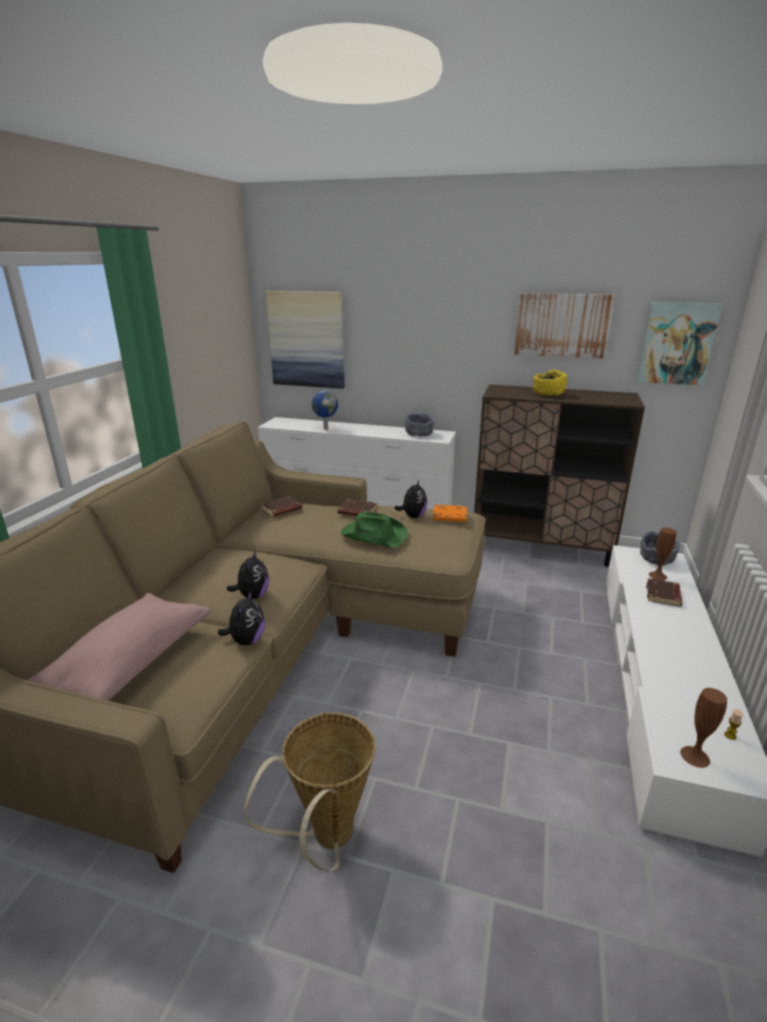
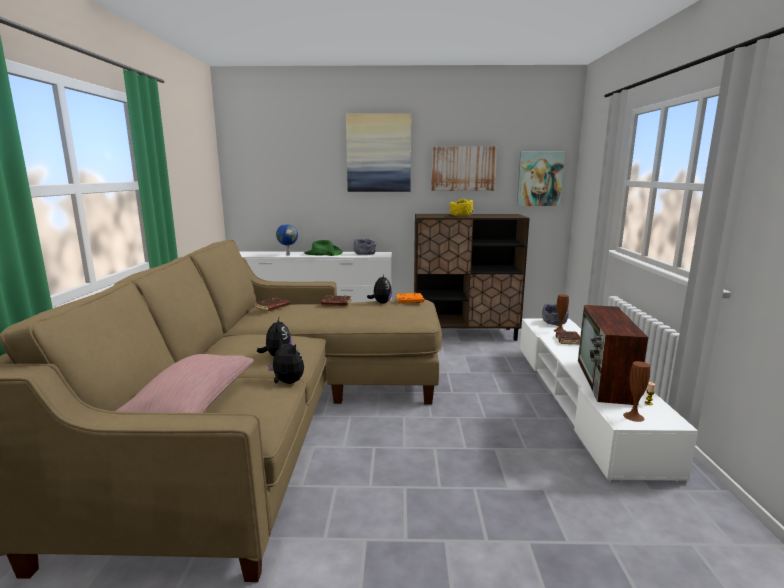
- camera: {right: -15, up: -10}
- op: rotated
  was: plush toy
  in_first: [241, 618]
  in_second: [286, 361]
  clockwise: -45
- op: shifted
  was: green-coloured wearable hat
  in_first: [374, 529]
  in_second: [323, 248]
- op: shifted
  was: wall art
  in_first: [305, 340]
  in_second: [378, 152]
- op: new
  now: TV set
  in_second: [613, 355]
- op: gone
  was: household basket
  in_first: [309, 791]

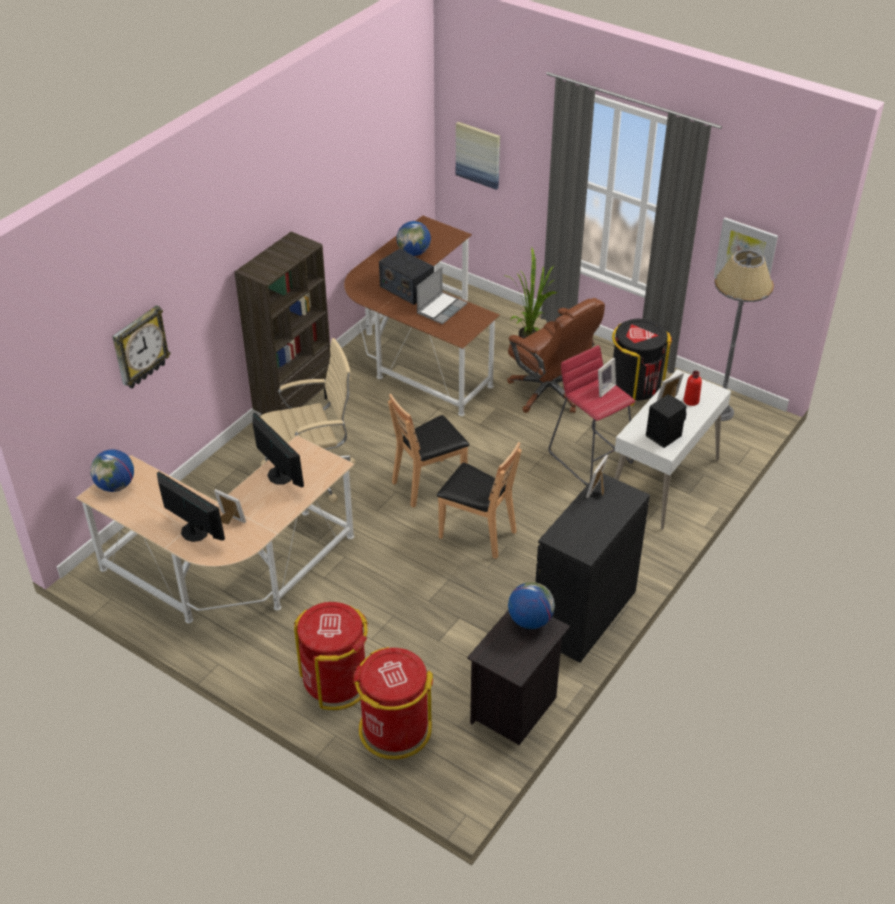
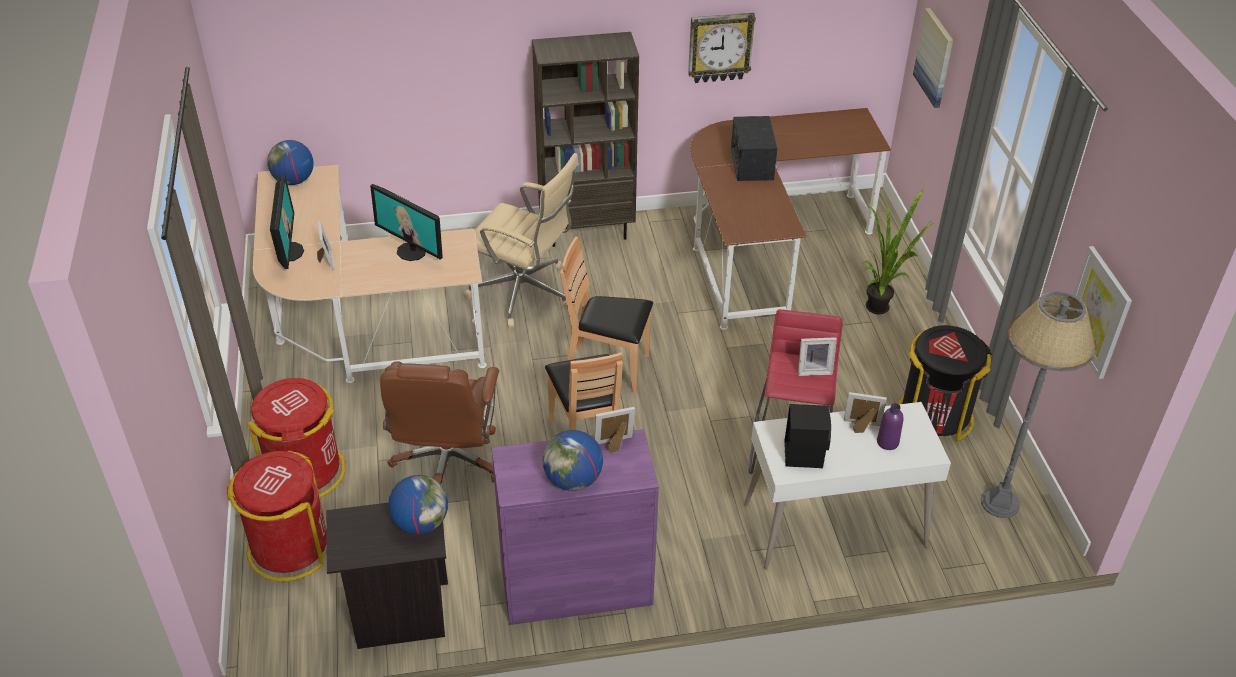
- camera: {right: 45, up: 0}
- op: rotated
  was: computer display
  in_first: [278, 450]
  in_second: [406, 222]
  clockwise: 120
- op: shifted
  was: brown desk chair
  in_first: [556, 355]
  in_second: [439, 422]
- op: repainted
  was: black-coloured cabinet
  now: purple-coloured cabinet
  in_first: [592, 568]
  in_second: [575, 527]
- op: shifted
  was: globe
  in_first: [413, 238]
  in_second: [573, 460]
- op: shifted
  was: wall clock
  in_first: [141, 347]
  in_second: [722, 48]
- op: repainted
  was: red beverage bottle
  now: purple-coloured beverage bottle
  in_first: [692, 388]
  in_second: [890, 426]
- op: gone
  was: laptop
  in_first: [442, 295]

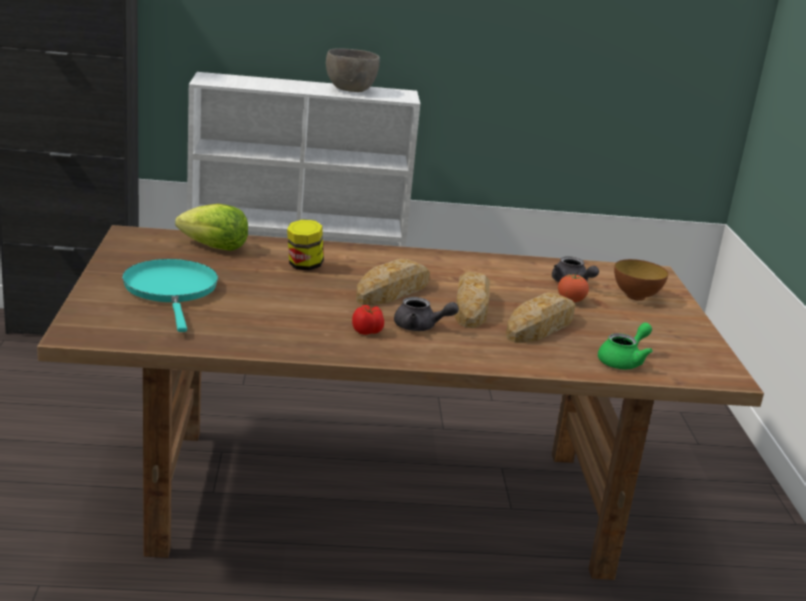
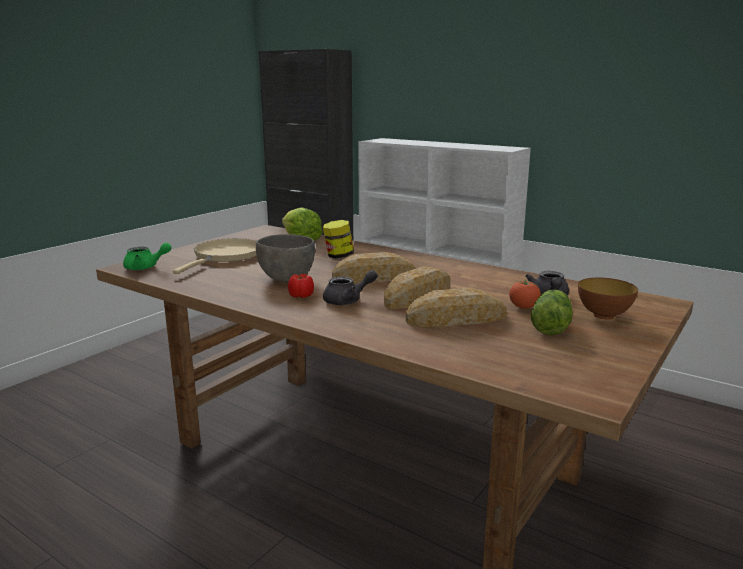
- camera: {right: 40, up: -5}
- op: shifted
  was: green-coloured tea pot
  in_first: [625, 346]
  in_second: [147, 256]
- op: repainted
  was: turquoise-coloured frying pan
  now: beige frying pan
  in_first: [170, 295]
  in_second: [215, 256]
- op: shifted
  was: greyish deep dish
  in_first: [353, 70]
  in_second: [285, 258]
- op: rotated
  was: greyish tea pot
  in_first: [426, 314]
  in_second: [350, 287]
  clockwise: -75
- op: new
  now: lettuce head
  in_second: [552, 312]

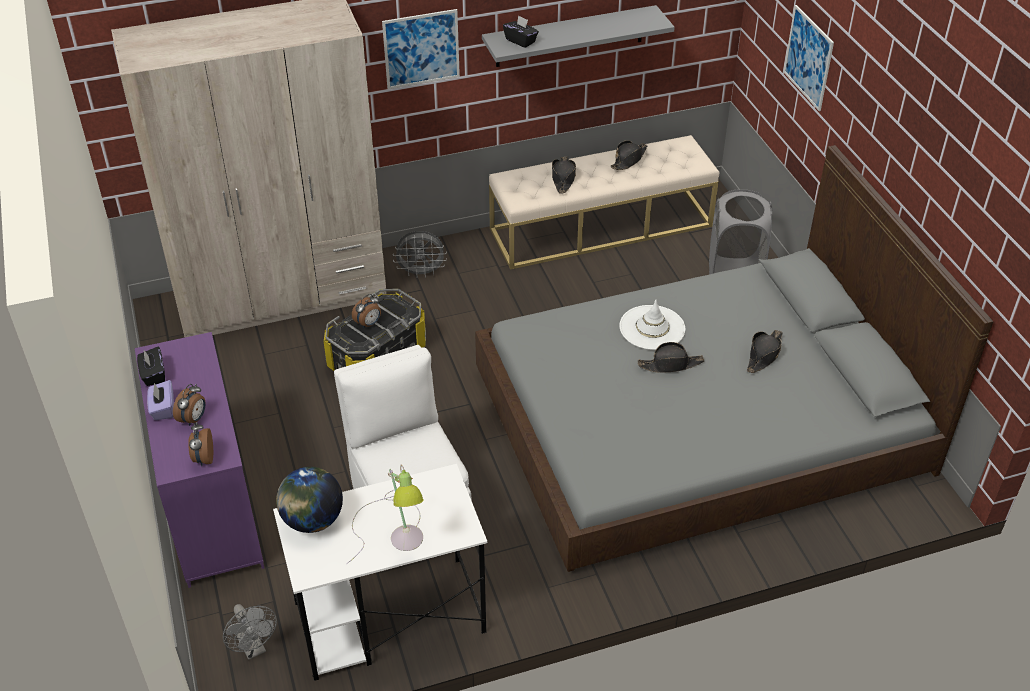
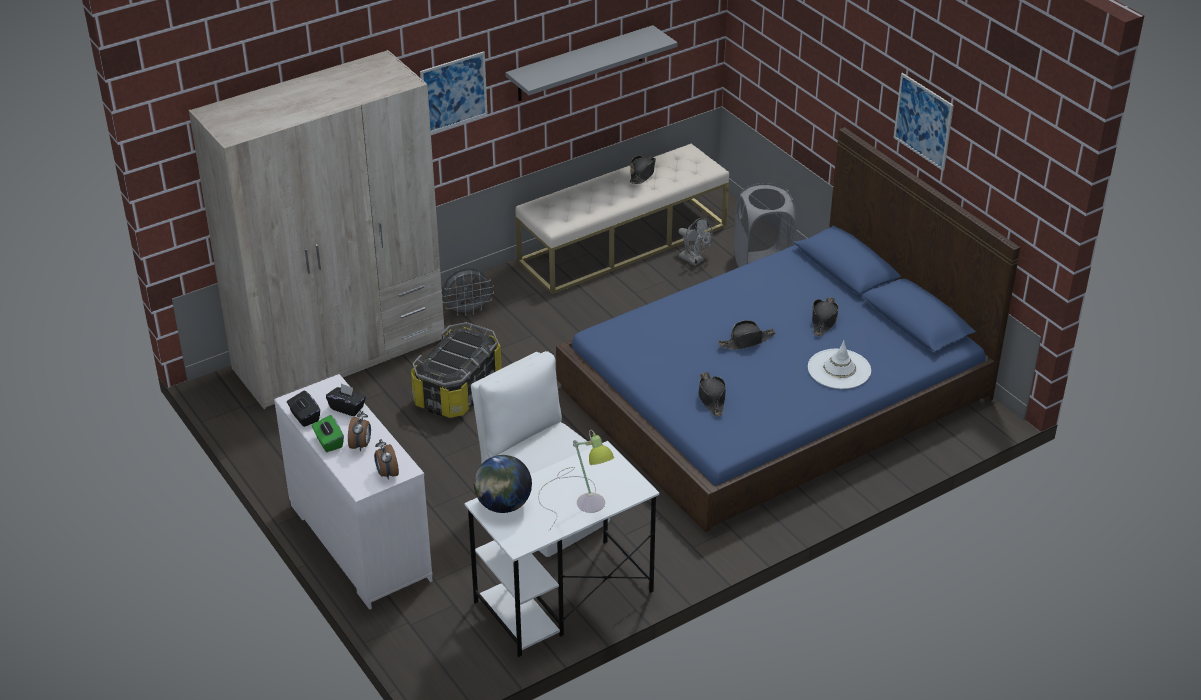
- camera: {right: -15, up: -5}
- op: repainted
  was: purple-coloured drawer chest
  now: white-coloured drawer chest
  in_first: [199, 460]
  in_second: [353, 492]
- op: repainted
  was: purple-coloured tissue holder
  now: green-coloured tissue holder
  in_first: [160, 400]
  in_second: [328, 433]
- op: shifted
  was: black-coloured tissue holder
  in_first: [521, 31]
  in_second: [346, 399]
- op: repainted
  was: greyish bedroom bed
  now: bluish bedroom bed
  in_first: [734, 358]
  in_second: [788, 329]
- op: shifted
  was: greyish cooling fan
  in_first: [250, 632]
  in_second: [695, 242]
- op: shifted
  was: black-coloured wearable hat
  in_first: [564, 175]
  in_second: [712, 394]
- op: shifted
  was: white-coloured wearable hat
  in_first: [652, 325]
  in_second: [839, 365]
- op: shifted
  was: wall art
  in_first: [808, 58]
  in_second: [923, 122]
- op: gone
  was: table clock
  in_first: [366, 311]

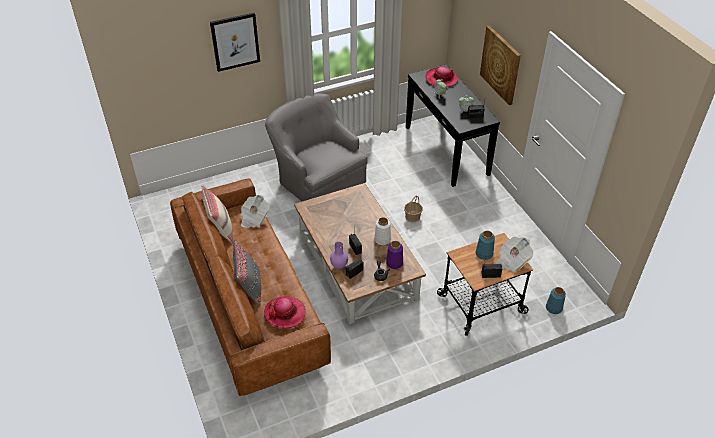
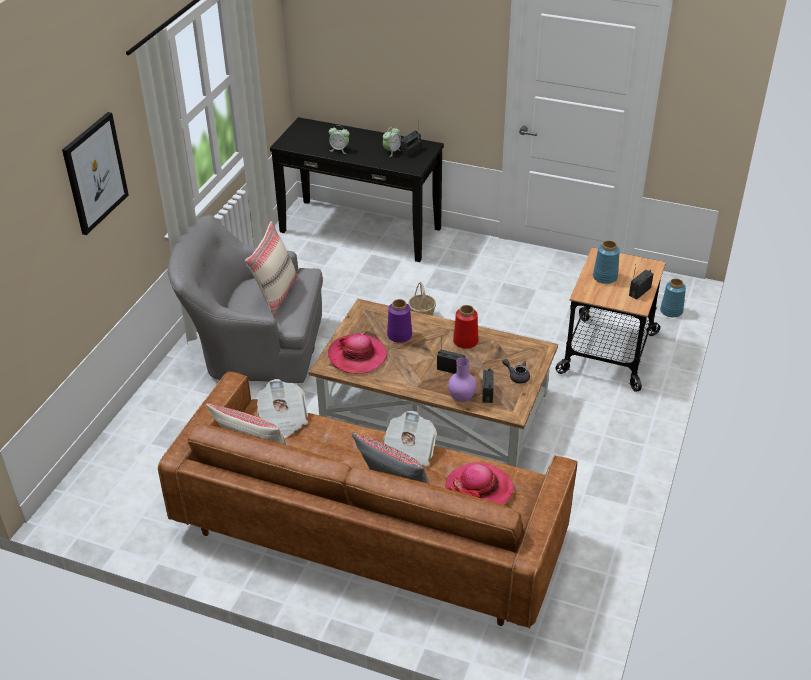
- camera: {right: -45, up: -5}
- op: new
  now: beige cushion
  in_second: [271, 268]
- op: shifted
  was: wearable hat
  in_first: [441, 77]
  in_second: [358, 353]
- op: shifted
  was: printed paper
  in_first: [514, 254]
  in_second: [410, 438]
- op: shifted
  was: purple-coloured decorative vase
  in_first: [394, 255]
  in_second: [399, 321]
- op: repainted
  was: white-coloured decorative vase
  now: red decorative vase
  in_first: [382, 231]
  in_second: [465, 327]
- op: gone
  was: wall art
  in_first: [500, 65]

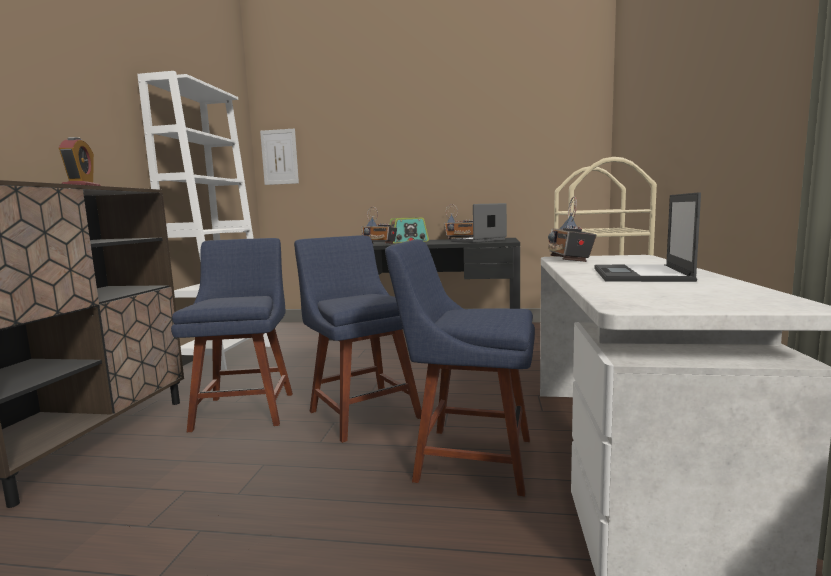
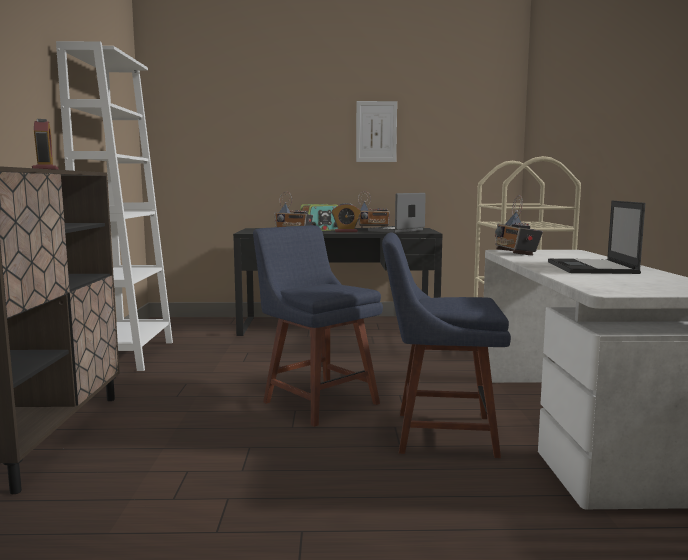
- camera: {right: -10, up: 0}
- op: new
  now: table clock
  in_second: [346, 217]
- op: shifted
  was: wall art
  in_first: [279, 156]
  in_second: [376, 131]
- op: gone
  was: bluish upright chair
  in_first: [232, 335]

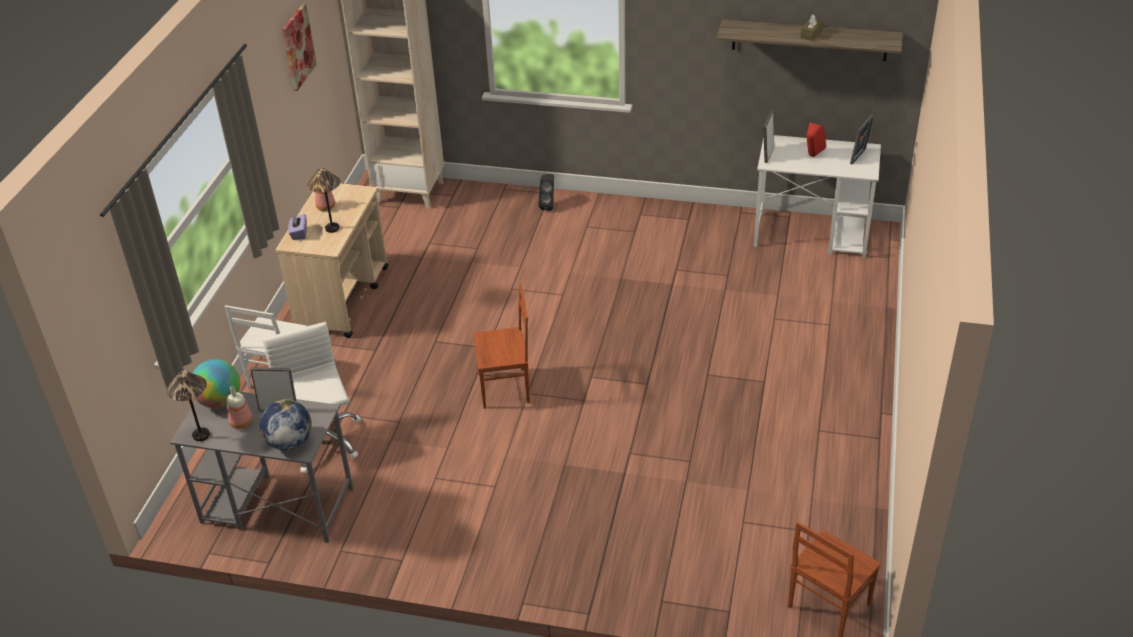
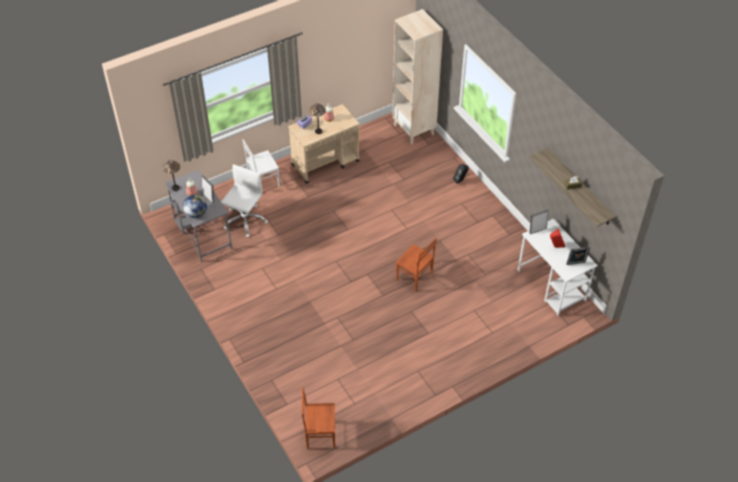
- camera: {right: 45, up: 10}
- op: shifted
  was: brown upright chair
  in_first: [501, 346]
  in_second: [416, 265]
- op: gone
  was: globe
  in_first: [216, 383]
- op: gone
  was: wall art
  in_first: [299, 47]

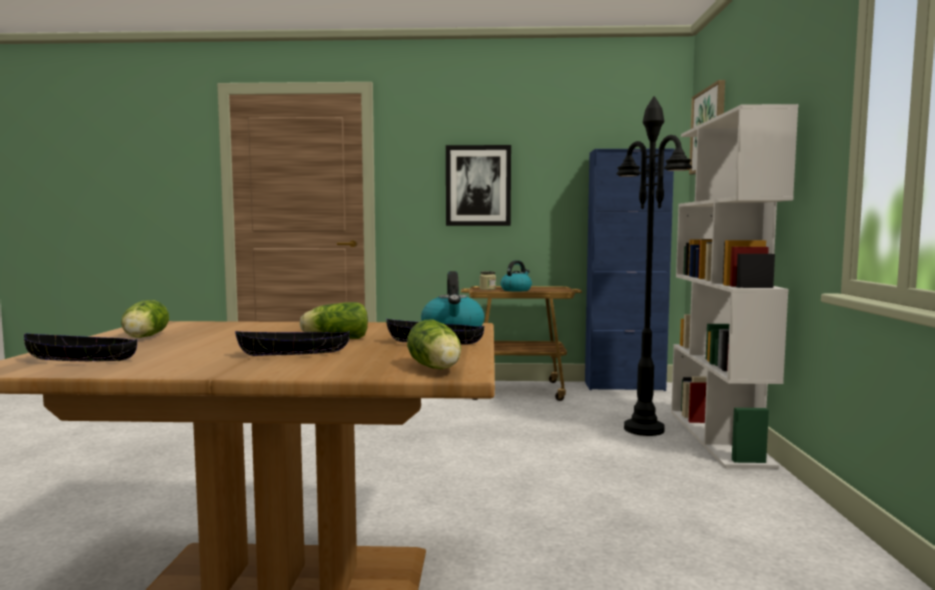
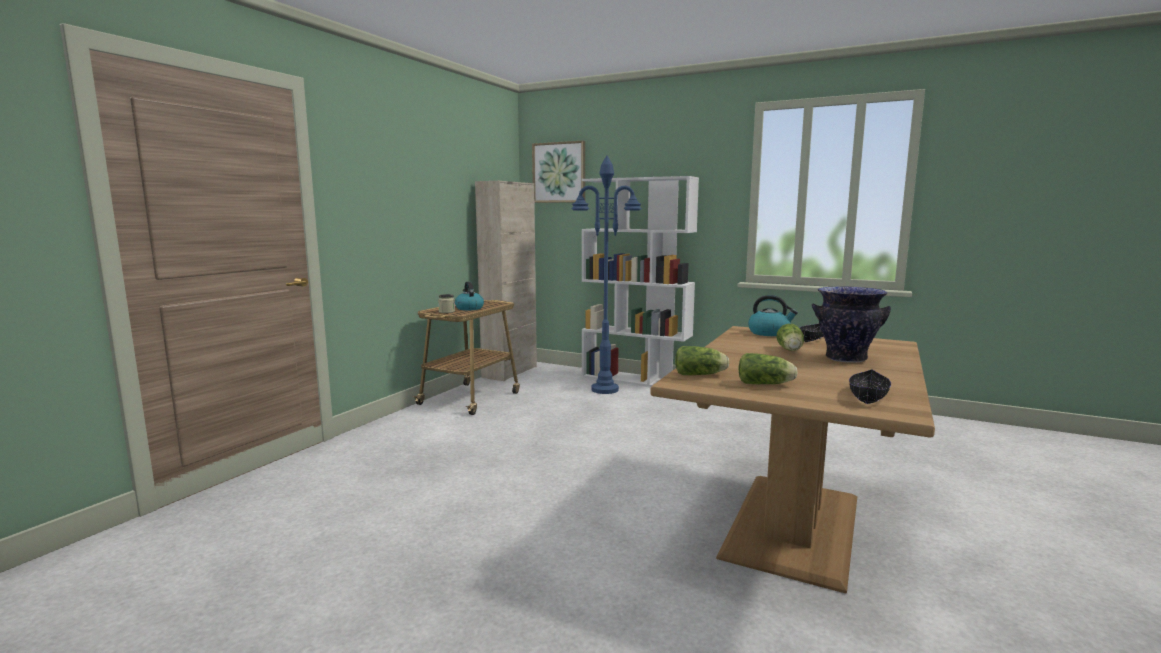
- camera: {right: -65, up: 5}
- op: repainted
  was: bluish cabinet
  now: beige cabinet
  in_first: [629, 269]
  in_second: [506, 281]
- op: repainted
  was: black-coloured standing lamp
  now: bluish standing lamp
  in_first: [654, 266]
  in_second: [607, 275]
- op: shifted
  was: lettuce head
  in_first: [434, 344]
  in_second: [702, 360]
- op: swapped
  was: black-coloured deep dish
  now: decorative vase
  in_first: [292, 343]
  in_second: [851, 325]
- op: gone
  was: wall art
  in_first: [478, 185]

